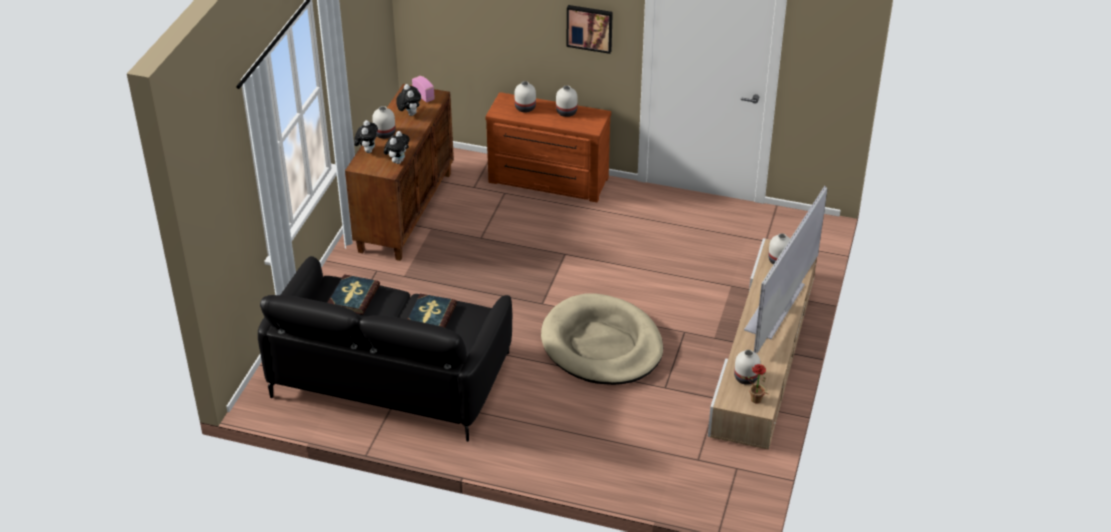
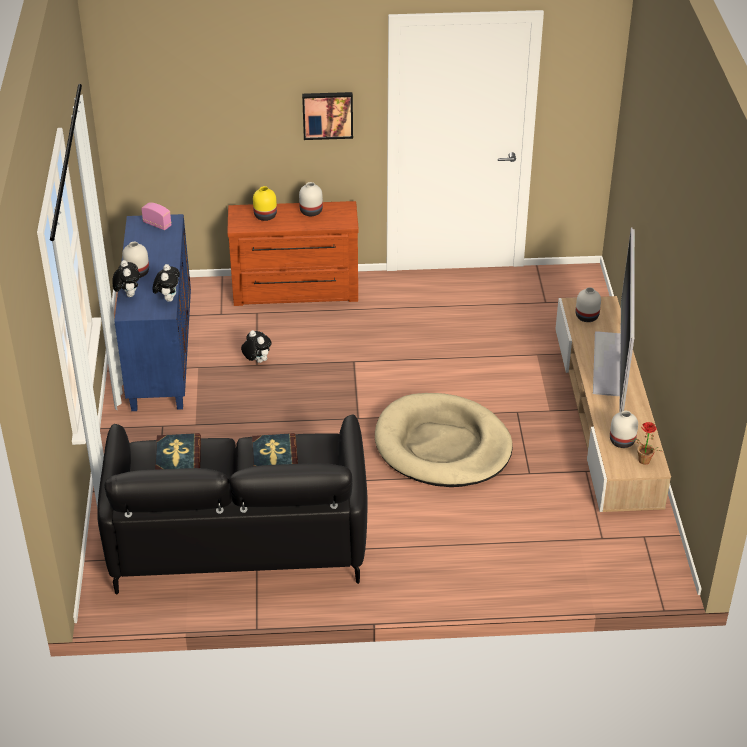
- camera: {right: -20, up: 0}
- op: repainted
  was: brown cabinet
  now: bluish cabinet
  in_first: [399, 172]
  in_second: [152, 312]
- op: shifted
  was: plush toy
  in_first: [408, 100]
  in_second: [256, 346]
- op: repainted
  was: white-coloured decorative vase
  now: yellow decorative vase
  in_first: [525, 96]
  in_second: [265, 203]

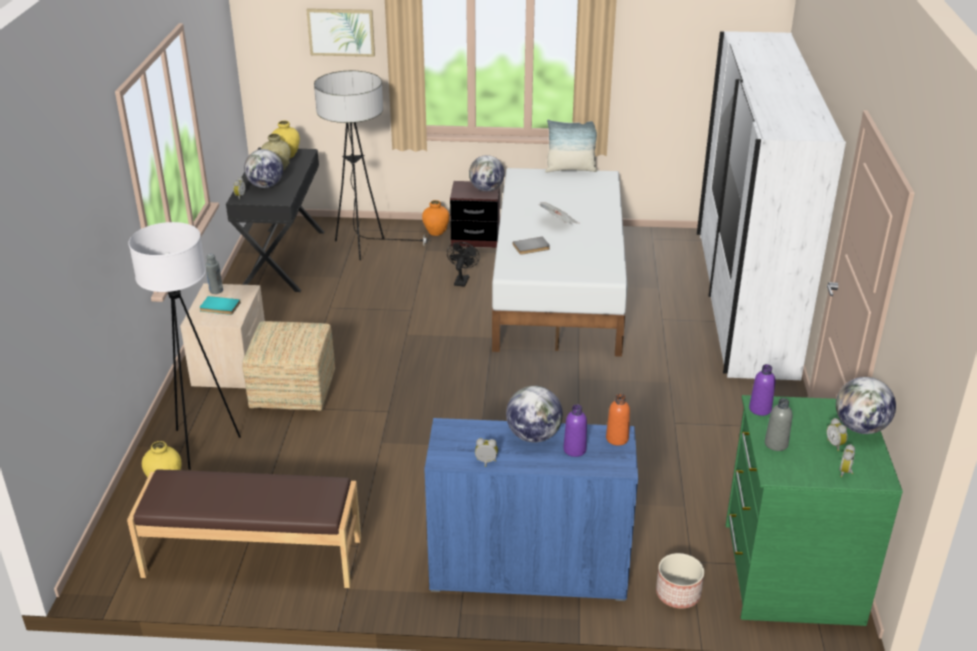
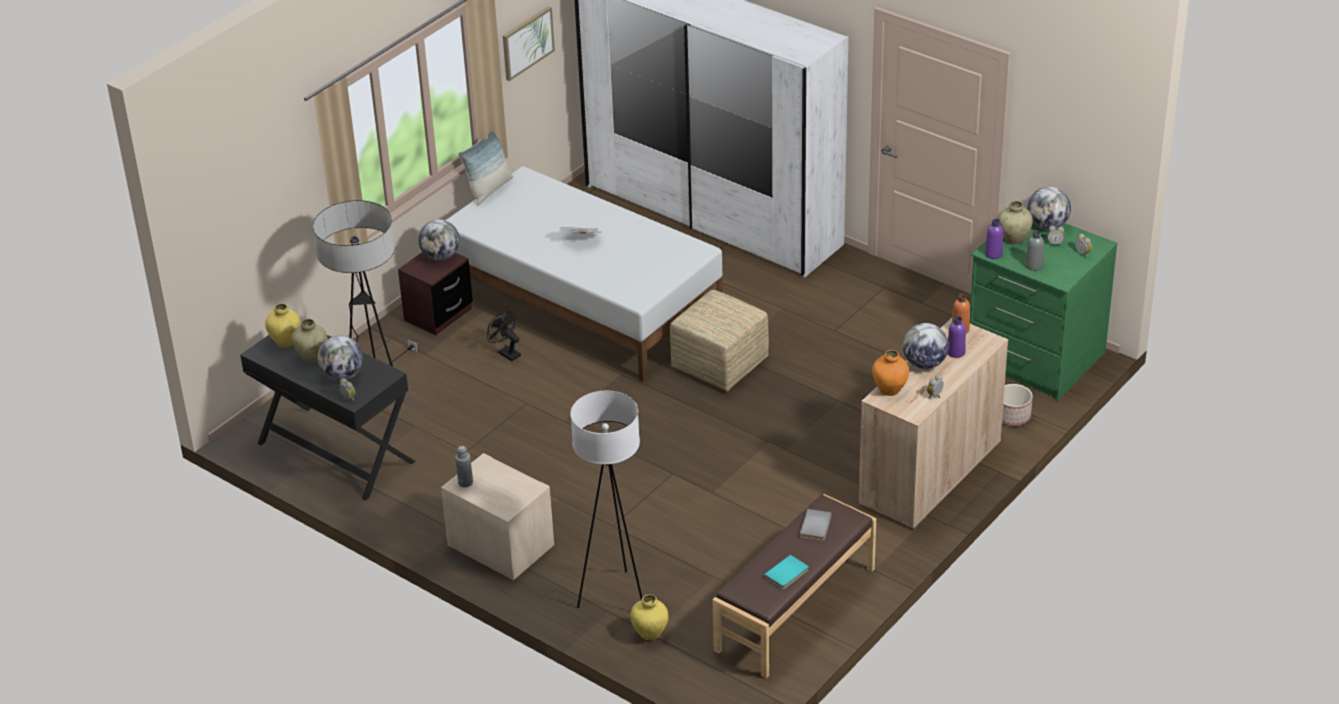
- camera: {right: -55, up: 5}
- op: shifted
  was: wall art
  in_first: [341, 32]
  in_second: [529, 43]
- op: shifted
  was: footrest
  in_first: [288, 366]
  in_second: [719, 340]
- op: shifted
  was: turquoise-coloured book
  in_first: [220, 305]
  in_second: [786, 572]
- op: shifted
  was: greyish book
  in_first: [531, 246]
  in_second: [815, 525]
- op: repainted
  was: bluish cabinet
  now: beige cabinet
  in_first: [531, 509]
  in_second: [933, 424]
- op: shifted
  was: orangey decorative vase
  in_first: [435, 218]
  in_second: [890, 373]
- op: new
  now: beige decorative vase
  in_second: [1015, 222]

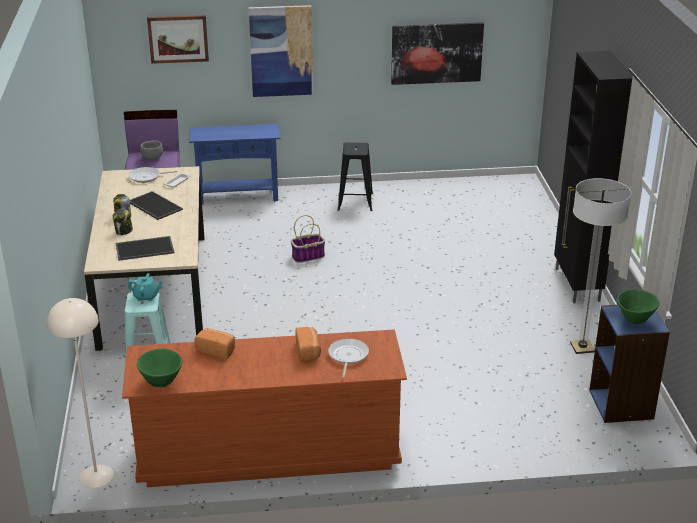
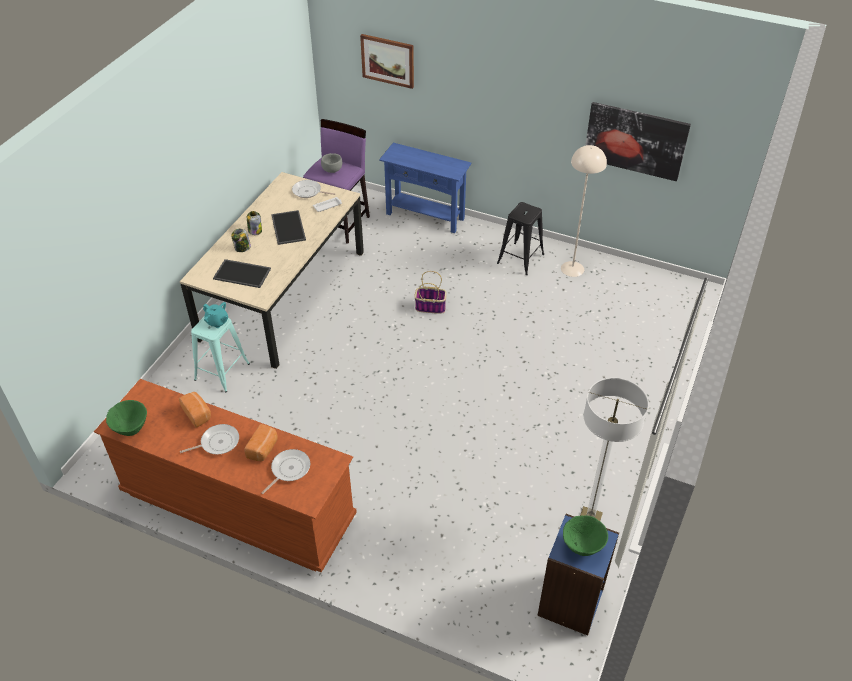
- camera: {right: 30, up: 15}
- op: new
  now: frying pan
  in_second: [209, 439]
- op: shifted
  was: beige standing lamp
  in_first: [80, 393]
  in_second: [584, 211]
- op: gone
  was: wall art
  in_first: [281, 51]
- op: gone
  was: black-coloured cabinet
  in_first: [593, 177]

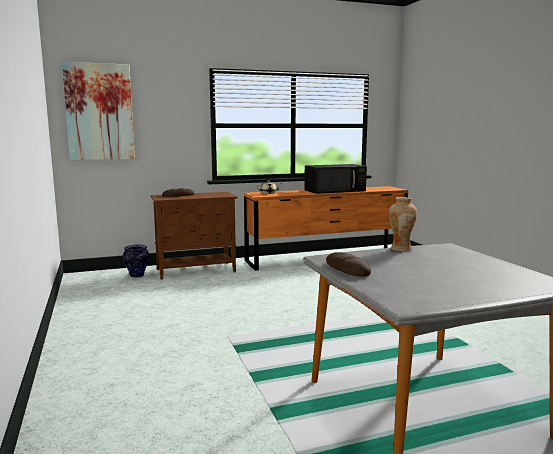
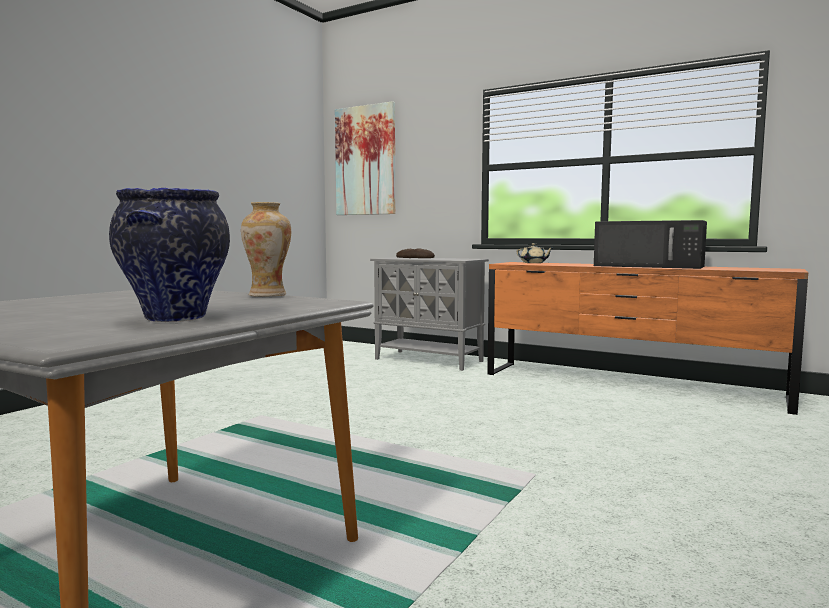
- camera: {right: 50, up: -5}
- op: shifted
  was: decorative vase
  in_first: [136, 261]
  in_second: [169, 255]
- op: repainted
  was: brown cabinet
  now: greyish cabinet
  in_first: [194, 236]
  in_second: [429, 314]
- op: gone
  was: bread
  in_first: [348, 264]

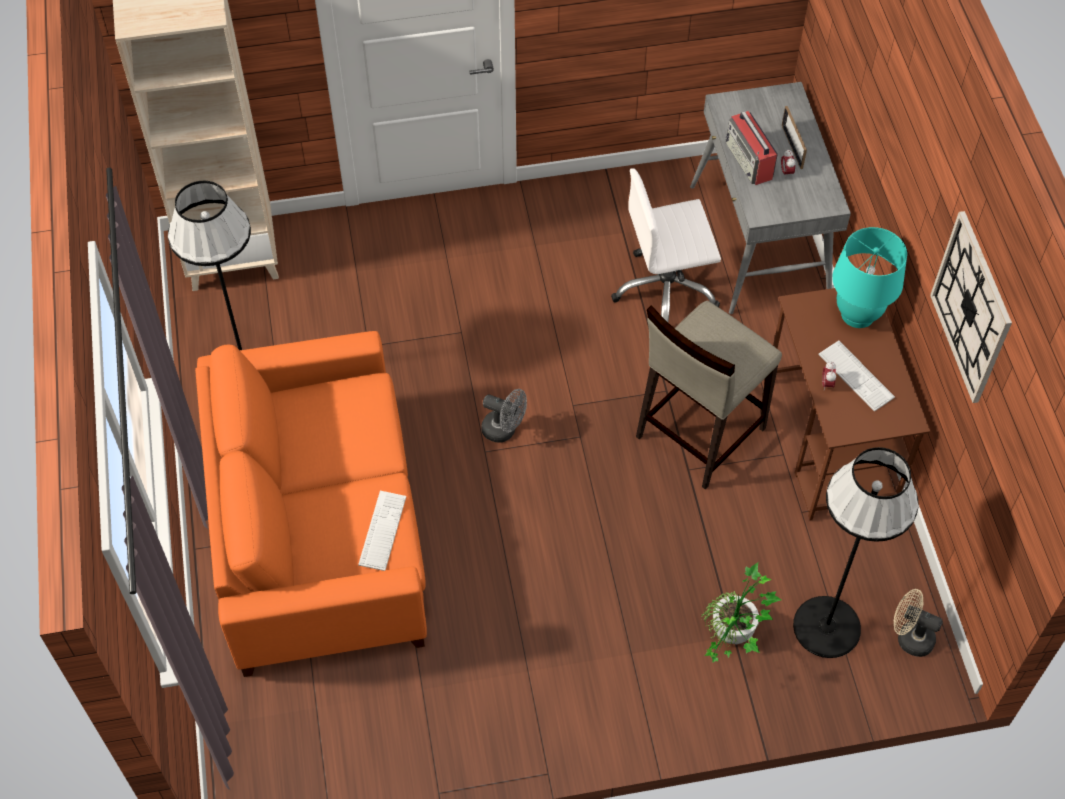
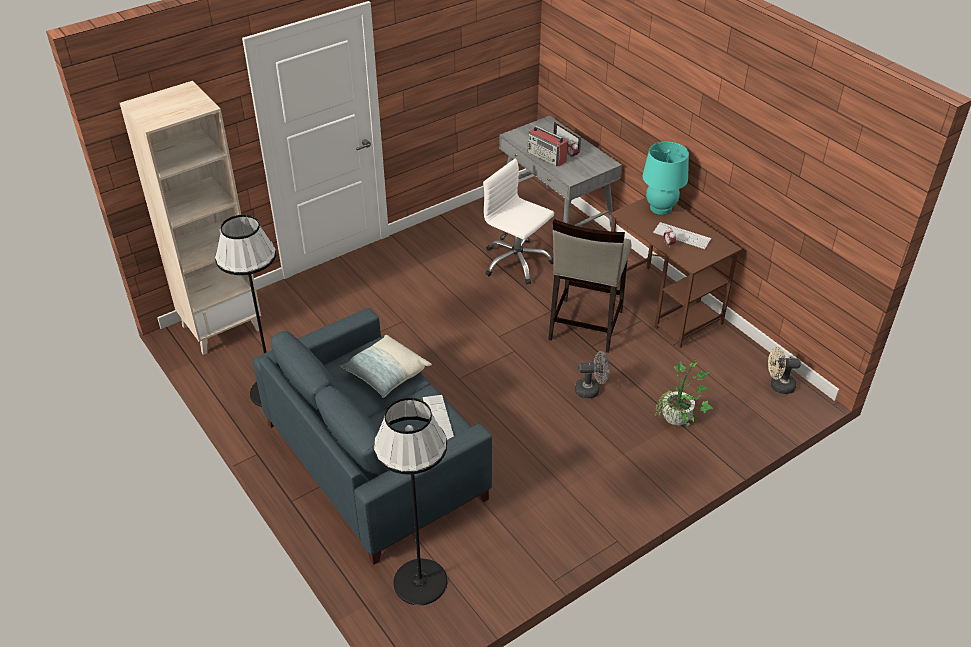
- camera: {right: -25, up: -15}
- op: repainted
  was: orangey sofa
  now: bluish sofa
  in_first: [311, 504]
  in_second: [372, 436]
- op: new
  now: cushion
  in_second: [386, 366]
- op: shifted
  was: black-coloured standing lamp
  in_first: [855, 552]
  in_second: [410, 501]
- op: rotated
  was: white-coloured desk chair
  in_first: [666, 245]
  in_second: [518, 222]
  clockwise: 75
- op: shifted
  was: greyish cooling fan
  in_first: [504, 416]
  in_second: [592, 375]
- op: gone
  was: wall clock
  in_first: [971, 307]

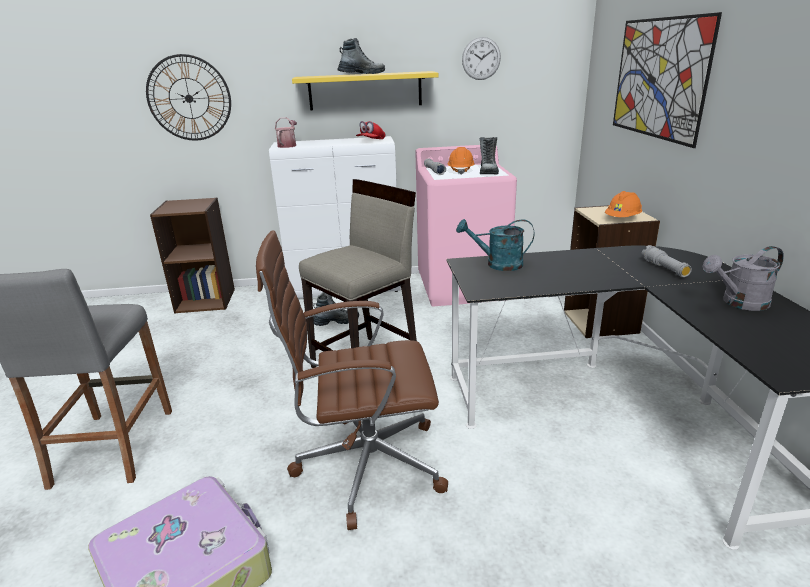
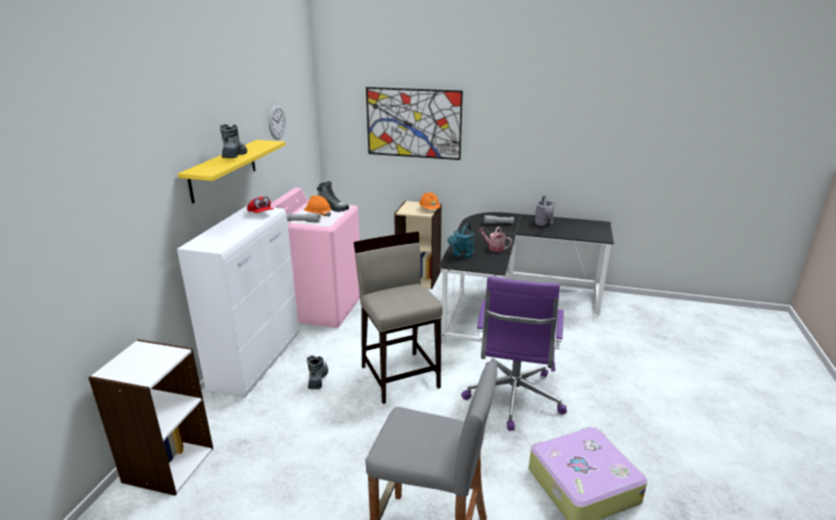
- camera: {right: -70, up: 0}
- op: repainted
  was: brown shelving unit
  now: white-coloured shelving unit
  in_first: [192, 256]
  in_second: [150, 417]
- op: repainted
  was: brown desk chair
  now: purple-coloured desk chair
  in_first: [352, 380]
  in_second: [514, 353]
- op: shifted
  was: watering pot
  in_first: [286, 132]
  in_second: [495, 239]
- op: gone
  was: wall clock
  in_first: [188, 97]

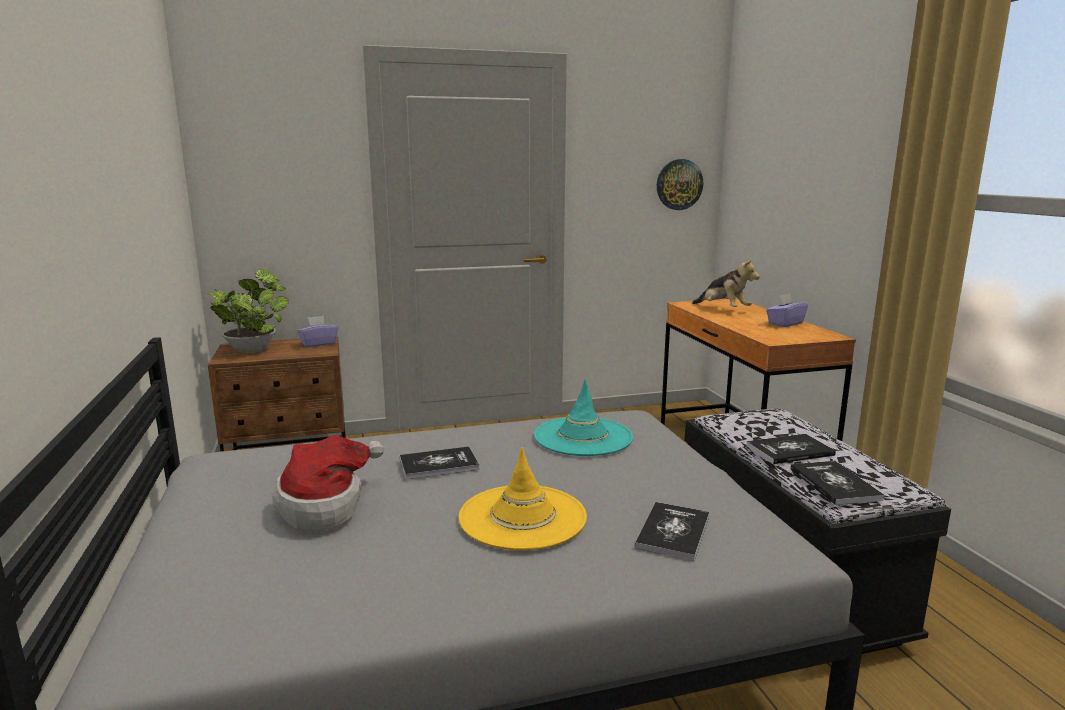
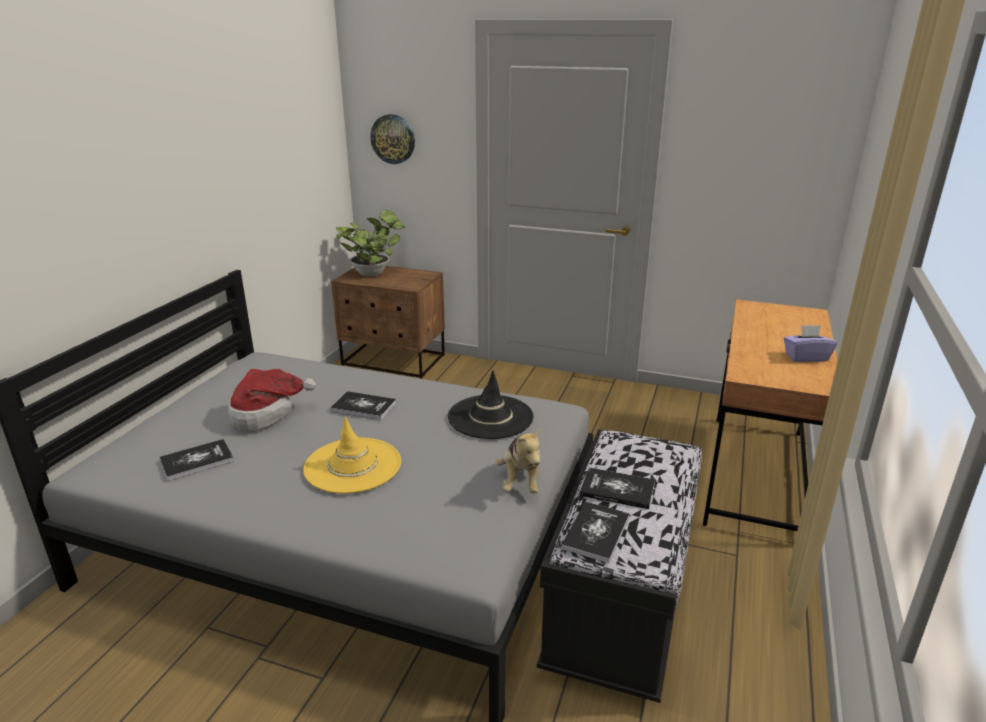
- camera: {right: 35, up: 10}
- op: shifted
  was: book
  in_first: [672, 531]
  in_second: [196, 460]
- op: shifted
  was: wall clock
  in_first: [680, 184]
  in_second: [392, 139]
- op: repainted
  was: turquoise-coloured wearable hat
  now: black-coloured wearable hat
  in_first: [583, 417]
  in_second: [490, 404]
- op: shifted
  was: plush toy
  in_first: [726, 282]
  in_second: [518, 461]
- op: gone
  was: purple-coloured tissue holder
  in_first: [317, 331]

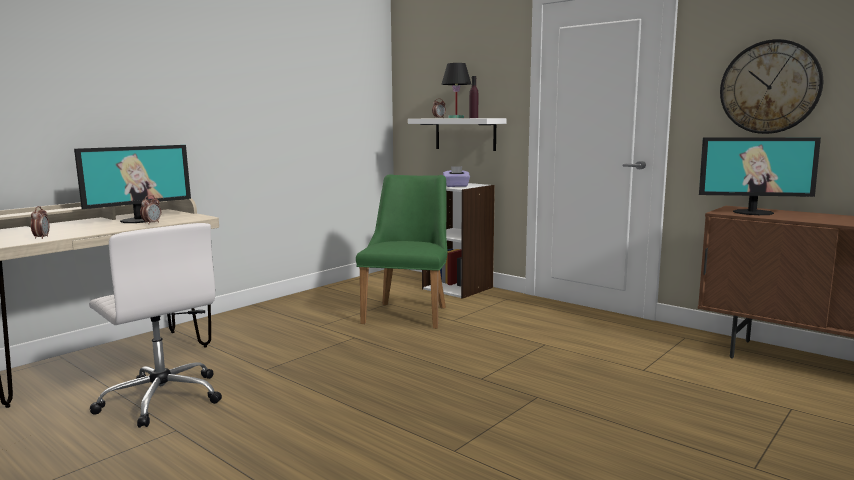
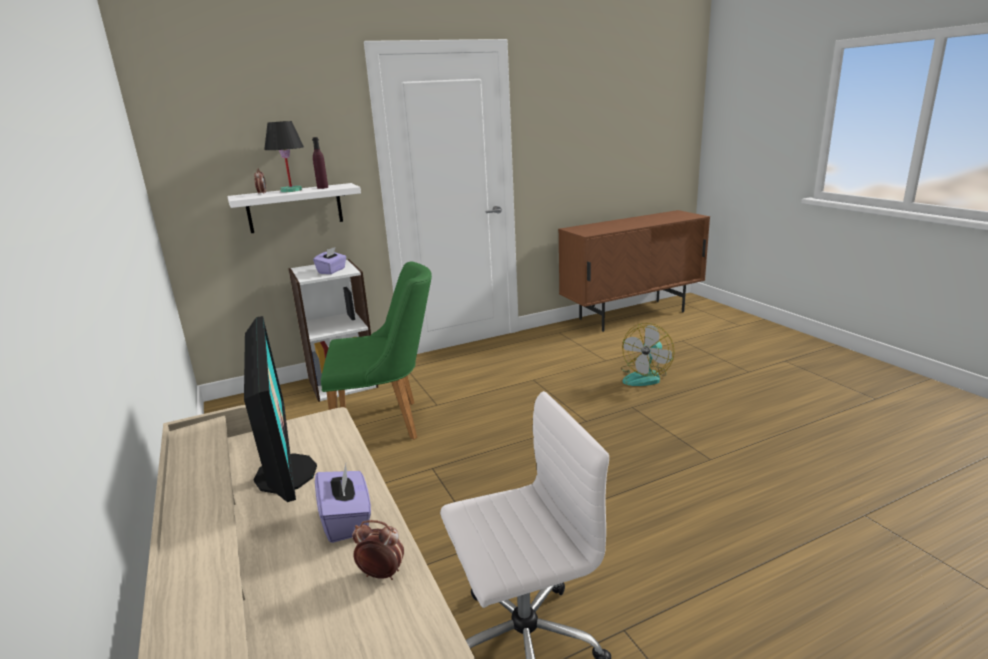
- camera: {right: -65, up: 10}
- op: new
  now: purple-coloured tissue holder
  in_second: [343, 503]
- op: rotated
  was: green-coloured upright chair
  in_first: [402, 251]
  in_second: [376, 350]
  clockwise: 135
- op: new
  now: cooling fan
  in_second: [648, 354]
- op: gone
  was: table clock
  in_first: [150, 209]
- op: gone
  was: computer display
  in_first: [760, 176]
- op: gone
  was: wall clock
  in_first: [771, 86]

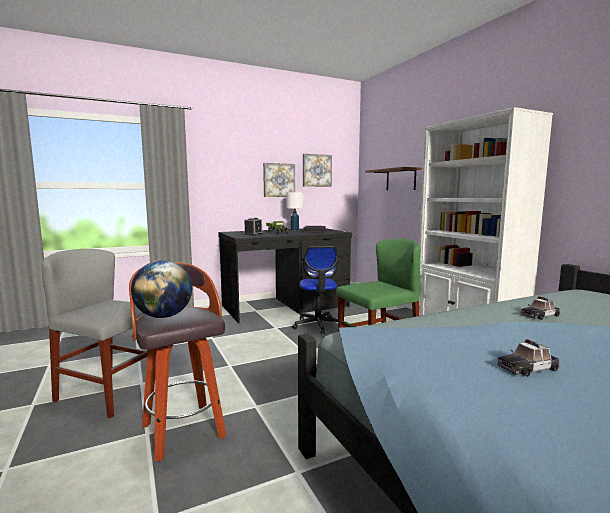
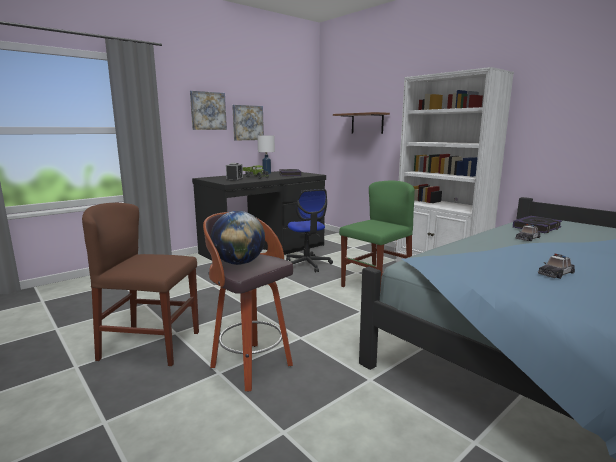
- camera: {right: -15, up: 5}
- op: repainted
  was: greyish upright chair
  now: brown upright chair
  in_first: [94, 333]
  in_second: [140, 284]
- op: shifted
  was: wall art
  in_first: [317, 170]
  in_second: [208, 110]
- op: new
  now: book
  in_second: [537, 224]

